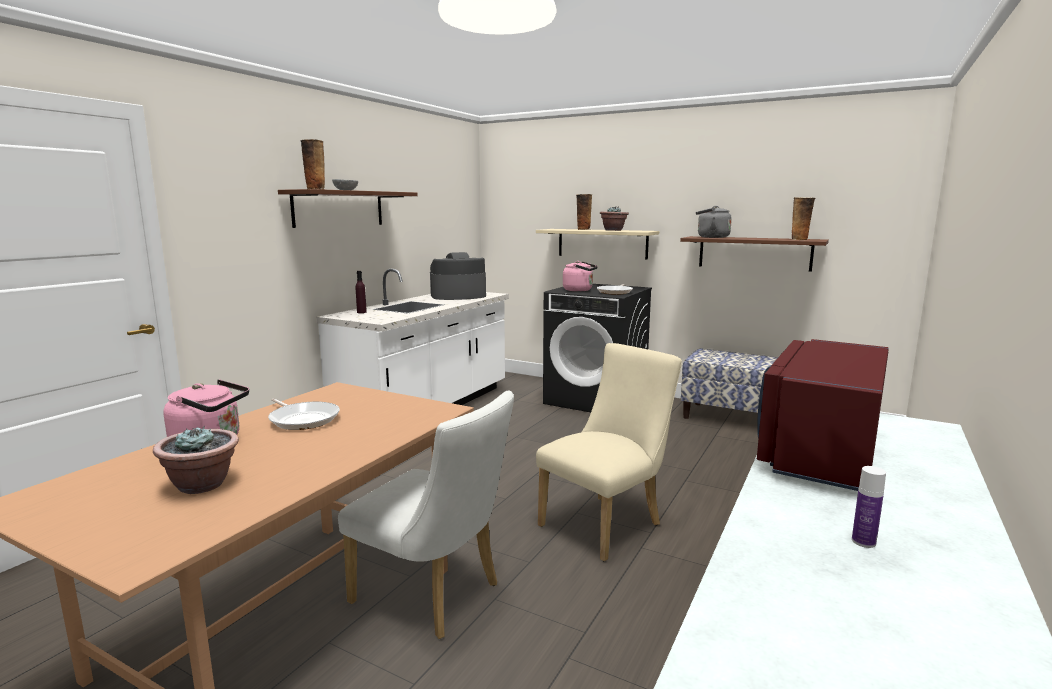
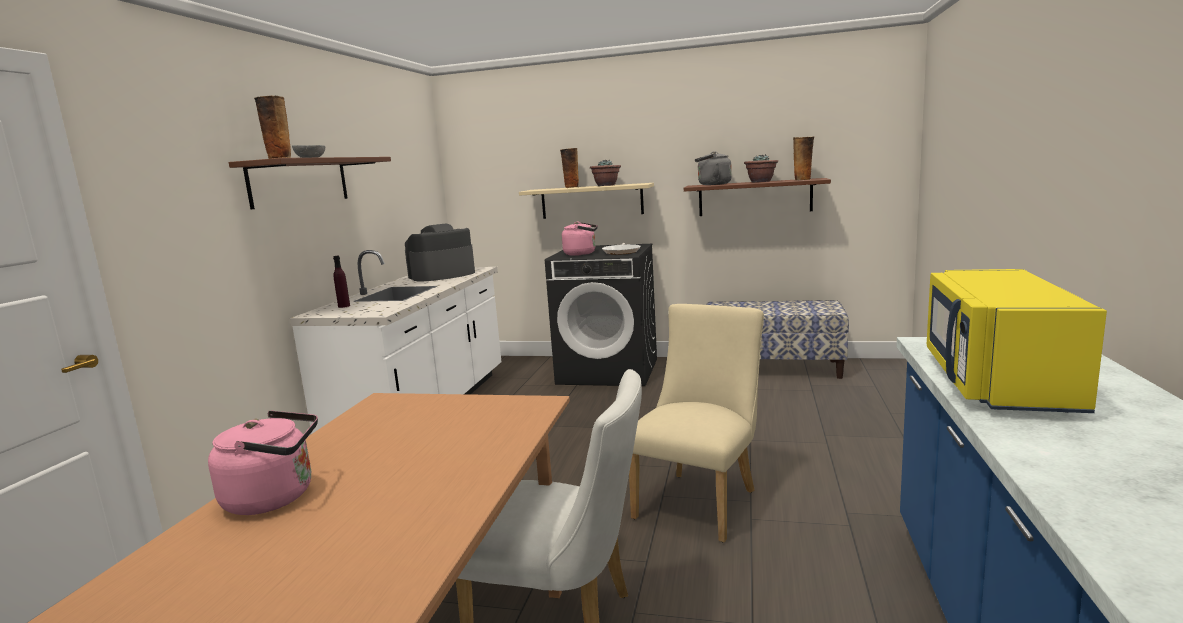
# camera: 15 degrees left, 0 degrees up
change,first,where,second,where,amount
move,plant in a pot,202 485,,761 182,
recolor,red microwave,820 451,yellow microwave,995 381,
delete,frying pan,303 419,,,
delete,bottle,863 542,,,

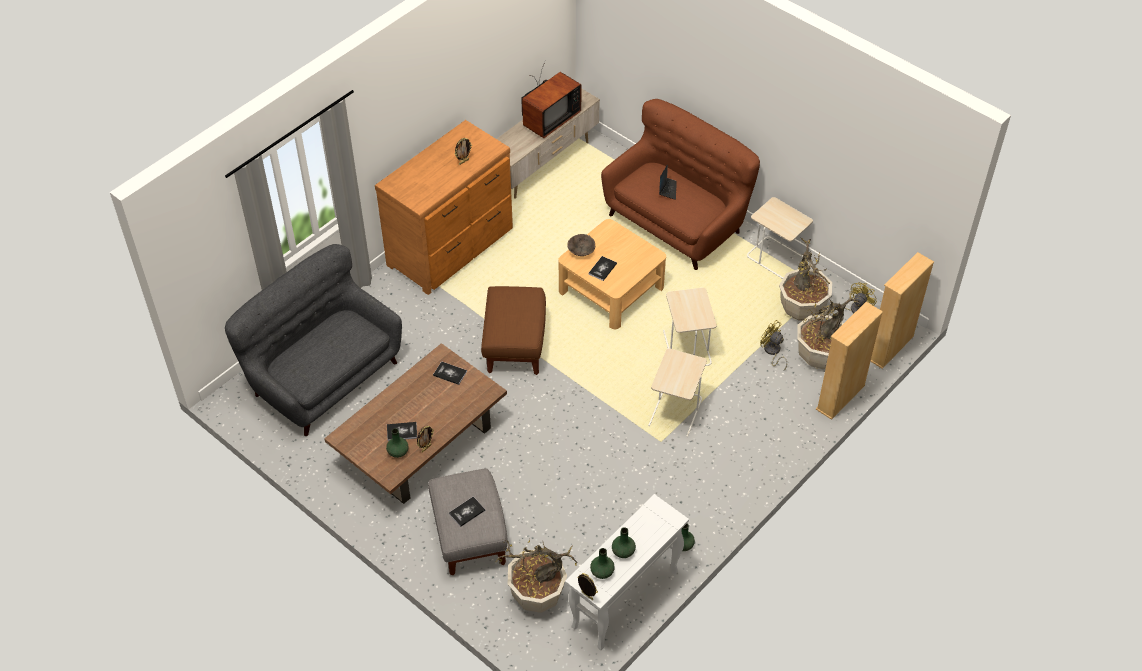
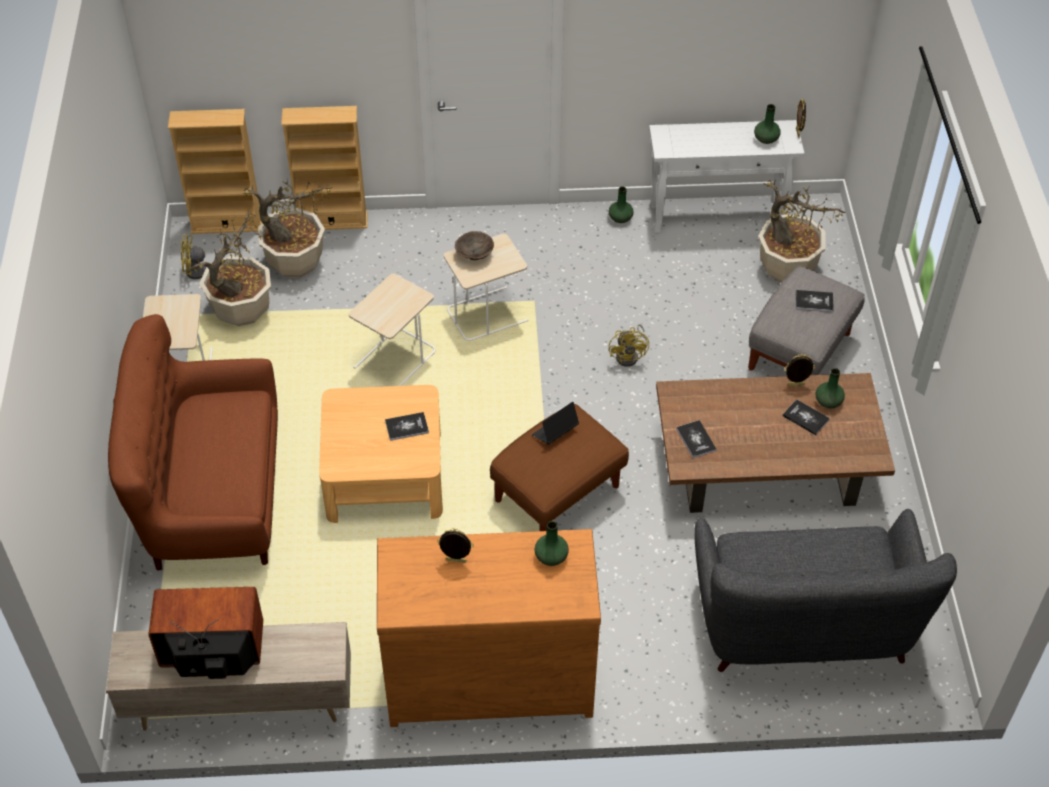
# camera: 135 degrees left, 0 degrees up
change,first,where,second,where,amount
move,brown-coloured bowl,581 251,,474 255,
move,portable computer,667 190,,555 432,
move,green vase,623 551,,550 556,
move,yellow cooling fan,772 352,,630 356,

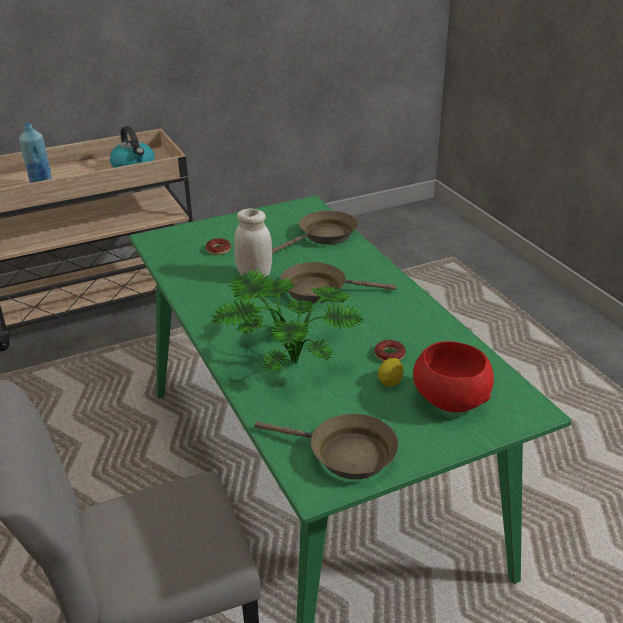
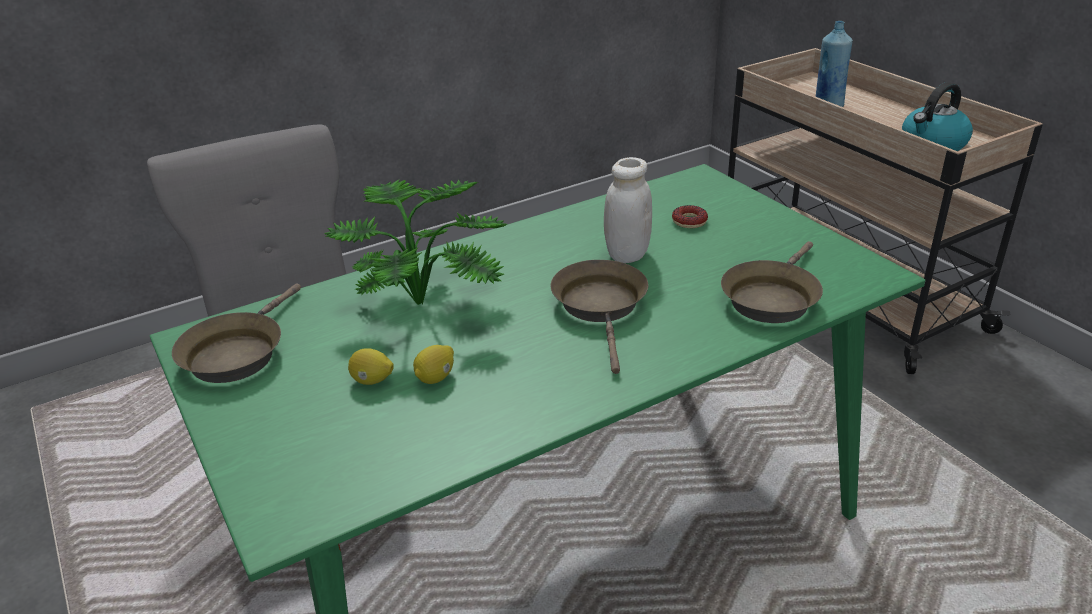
# camera: 85 degrees right, 0 degrees up
change,first,where,second,where,amount
replace,ring doughnut,389 355,whole lemon,436 378,
rotate,brown-coloured frying pan,323 236,,771 298,75 degrees clockwise
delete,red bowl,449 400,,,

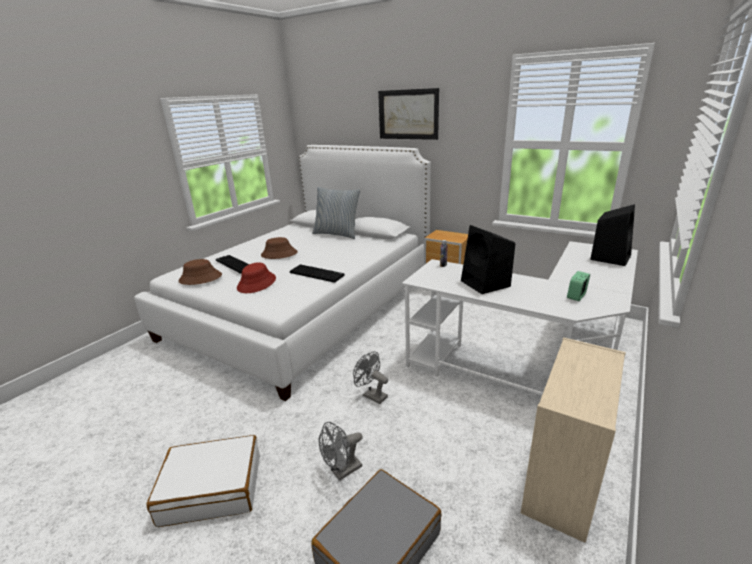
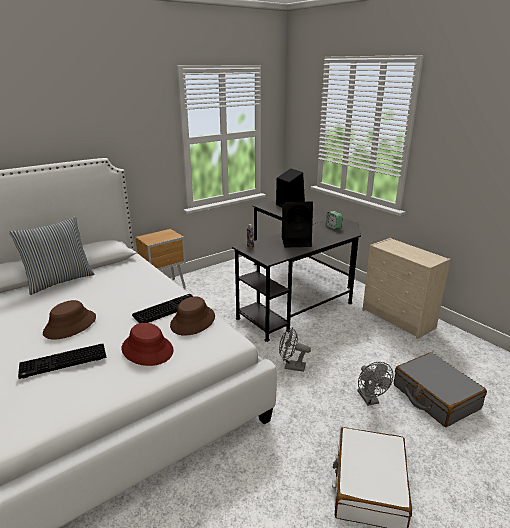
# camera: 70 degrees left, 0 degrees up
change,first,where,second,where,amount
move,brown-coloured clothing hat,200 278,,193 321,
recolor,white-coloured desk,531 363,black-coloured desk,297 291,
rotate,greyish cooling fan,371 395,,291 366,45 degrees clockwise
delete,wall art,408 114,,,

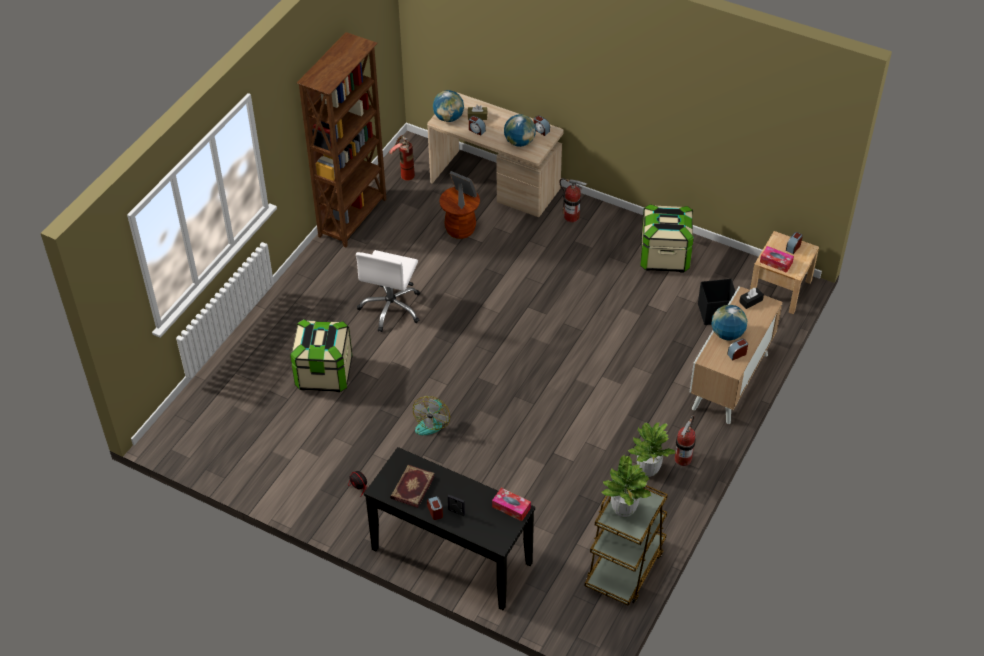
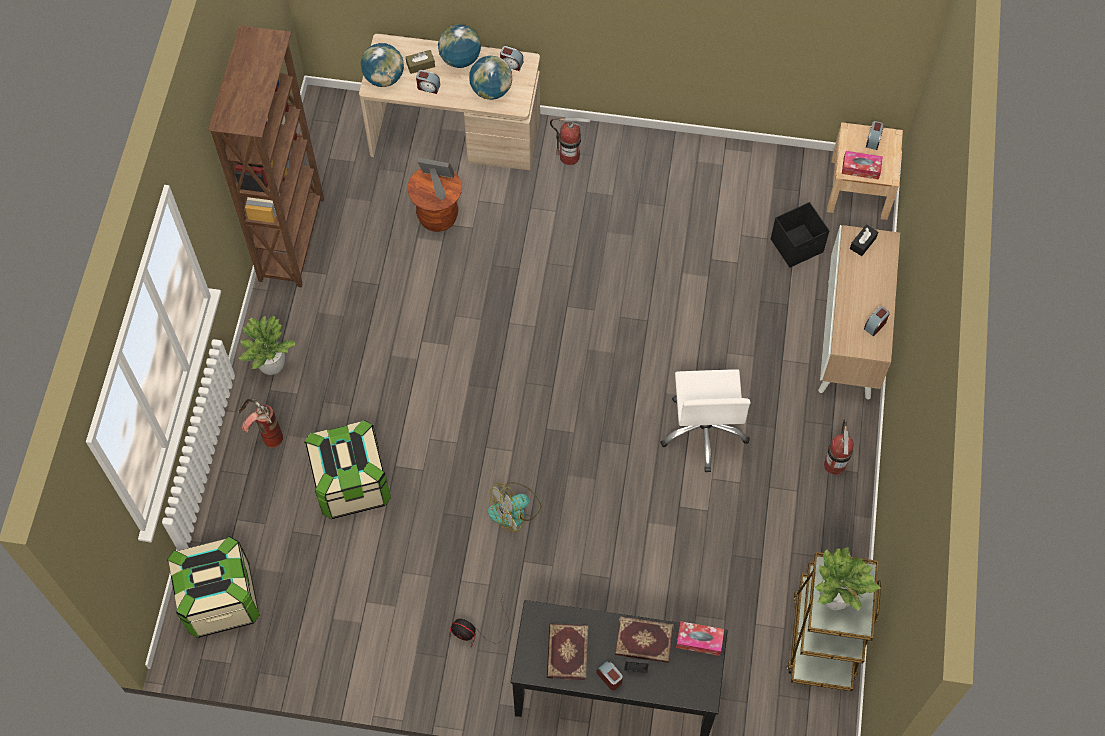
# camera: 20 degrees left, 15 degrees up
change,first,where,second,where,amount
move,storage container,664 256,,220 600,
move,fire-fighting cylinder,403 173,,265 435,
move,plant in a pot,648 470,,272 366,
move,world globe,727 334,,460 59,
rotate,cooling fan,431 421,,515 510,60 degrees clockwise
insert,,,book,644 641,
move,white-coloured office chair,391 308,,704 431,

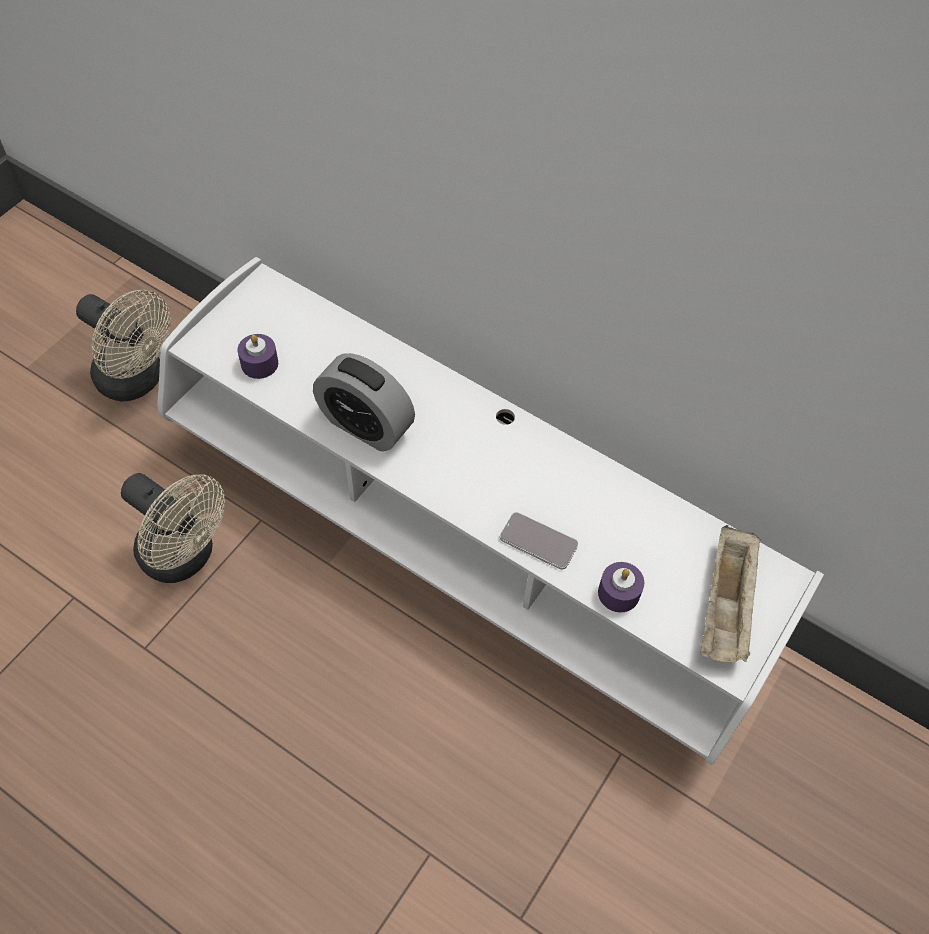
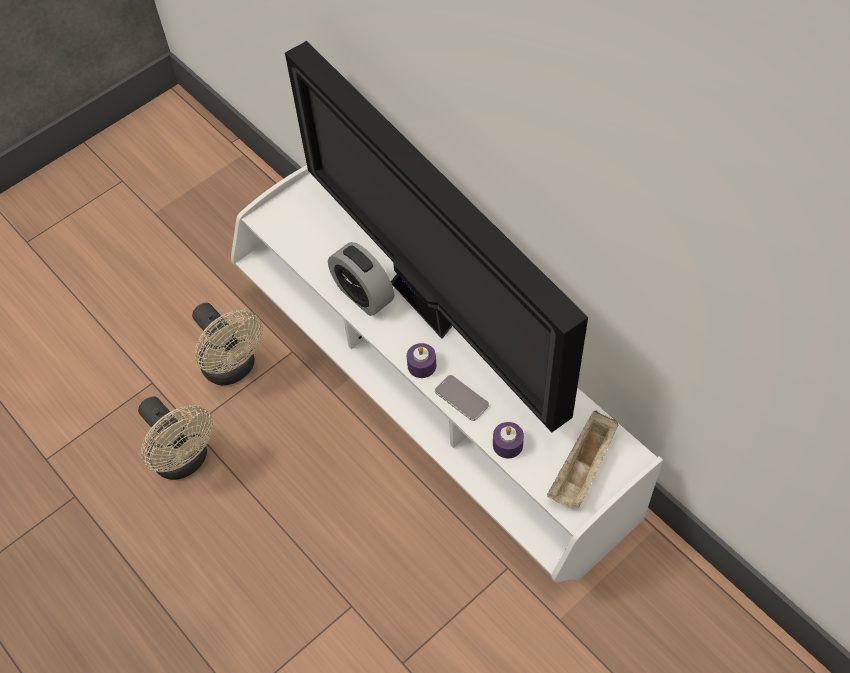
# camera: 20 degrees right, 0 degrees up
change,first,where,second,where,amount
move,sand-coloured cooling fan,138 380,,185 461,
insert,,,TV set,429 308,
move,purplish wax light,259 363,,422 365,

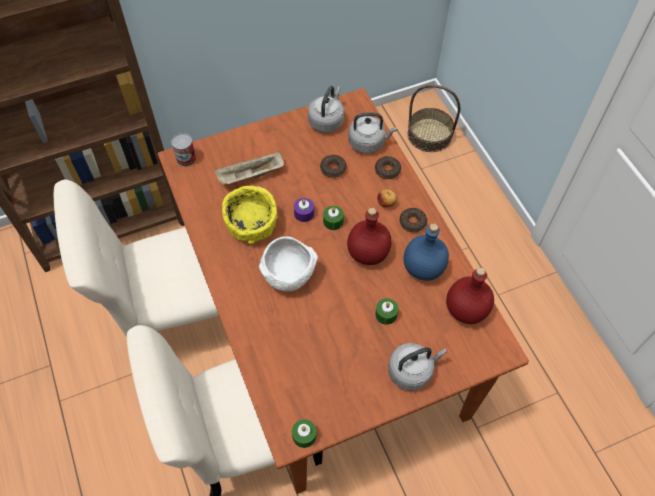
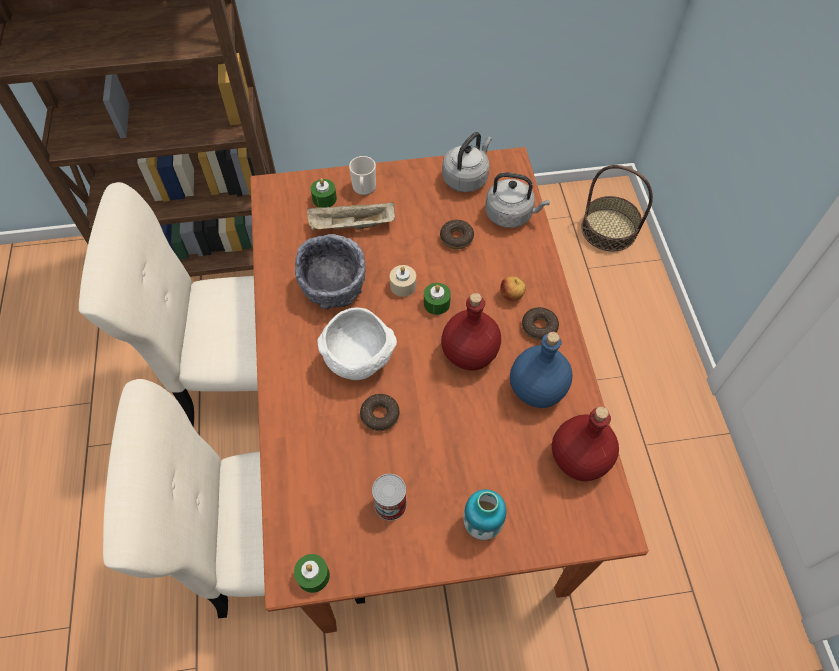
# camera: 15 degrees right, 0 degrees up
change,first,where,second,where,amount
recolor,yellow bowl,252 225,greyish bowl,334 286,
move,green wax light,386 314,,324 199,
insert,,,tea mug,364 189,
move,ring doughnut,387 170,,380 415,
move,sealed can,186 158,,390 504,
recolor,purplish wax light,304 213,sand-coloured wax light,403 285,
replace,greyish tea kettle,412 371,vase,482 524,

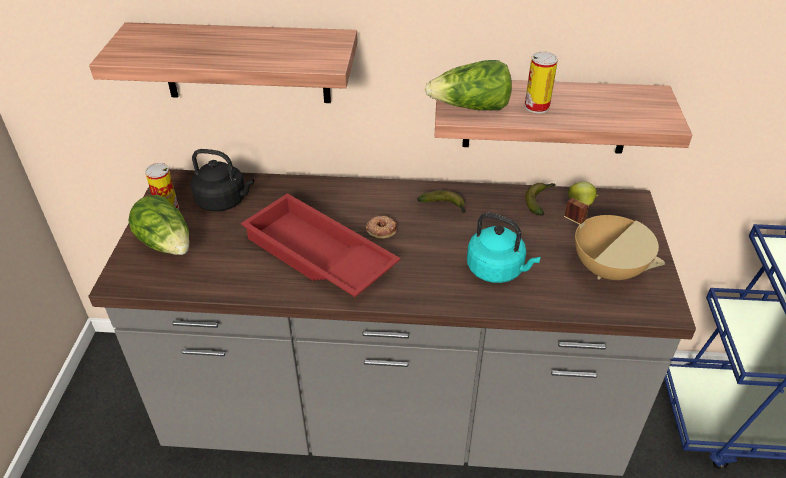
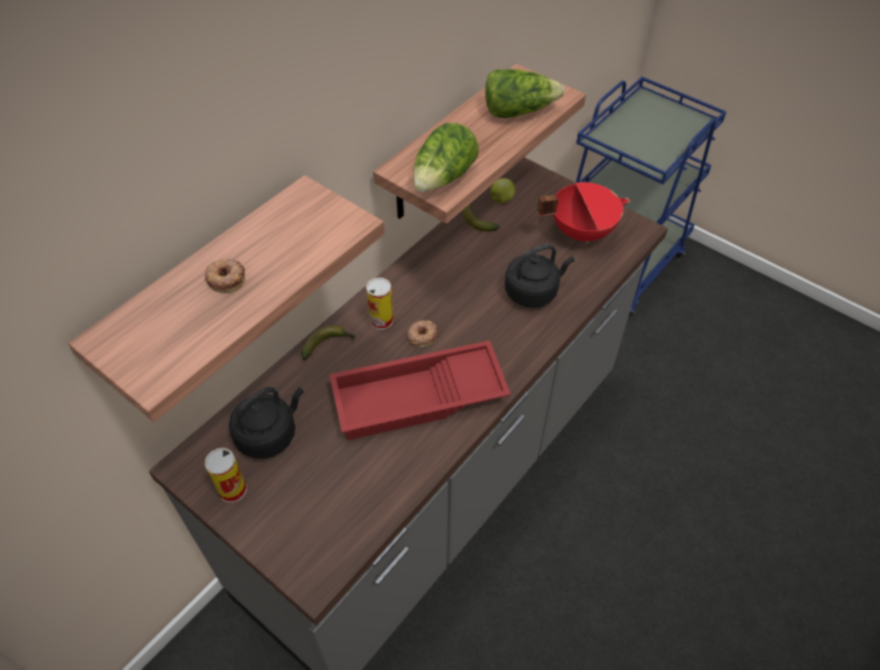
# camera: 55 degrees left, 10 degrees up
change,first,where,second,where,amount
insert,,,ring doughnut,226 278,
move,banana fruit,445 206,,328 344,
move,sealed can,537 107,,381 320,
move,lettuce,167 243,,518 111,
recolor,blue-green tea kettle,497 270,black-coloured tea kettle,533 291,
recolor,sand-coloured saucepot,608 268,red saucepot,581 231,

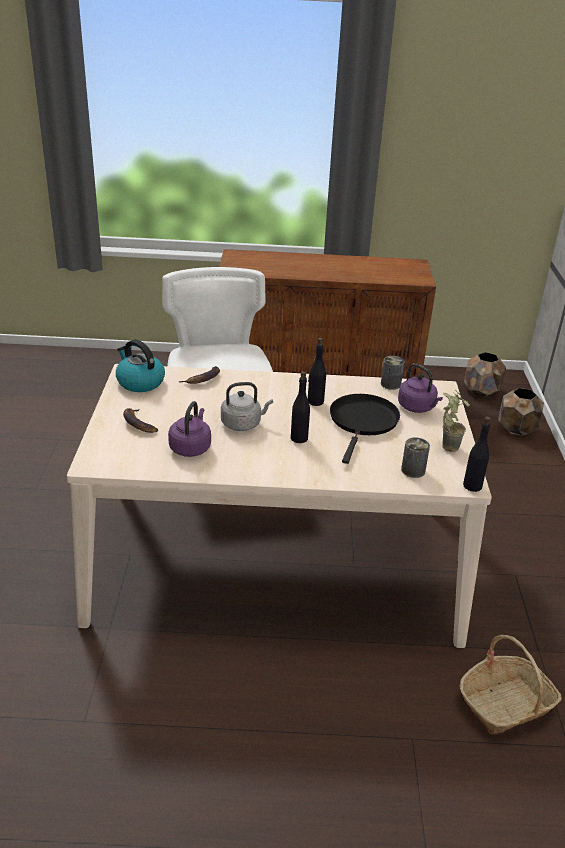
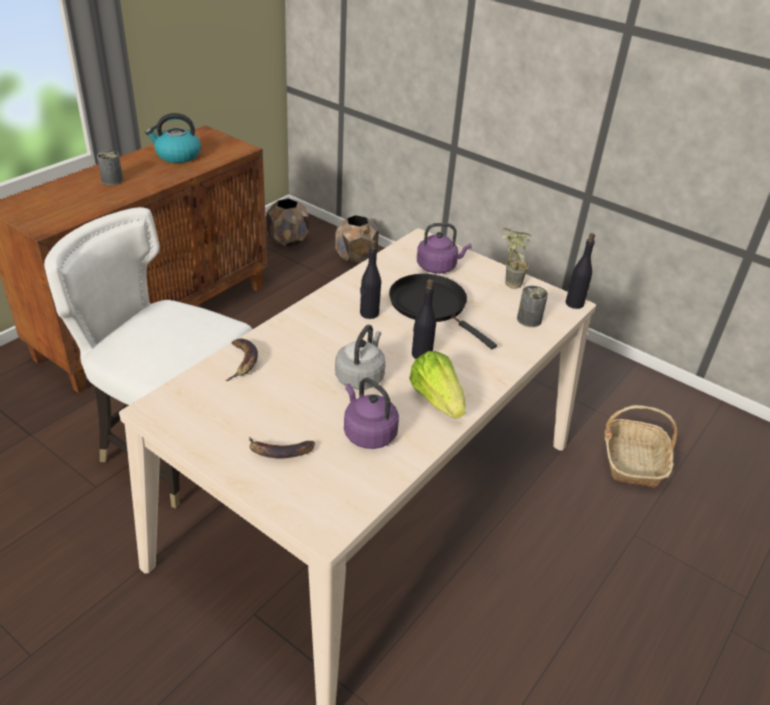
# camera: 55 degrees left, 5 degrees up
change,first,where,second,where,amount
move,sealed can,390 384,,112 180,
move,tea kettle,140 382,,177 155,
insert,,,lettuce,437 399,

